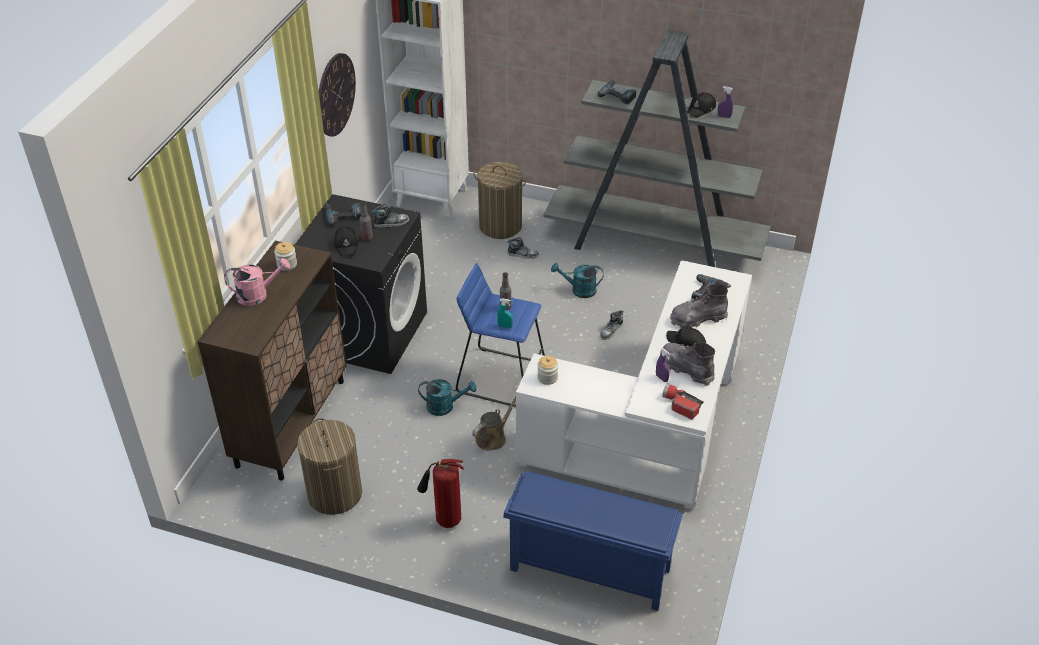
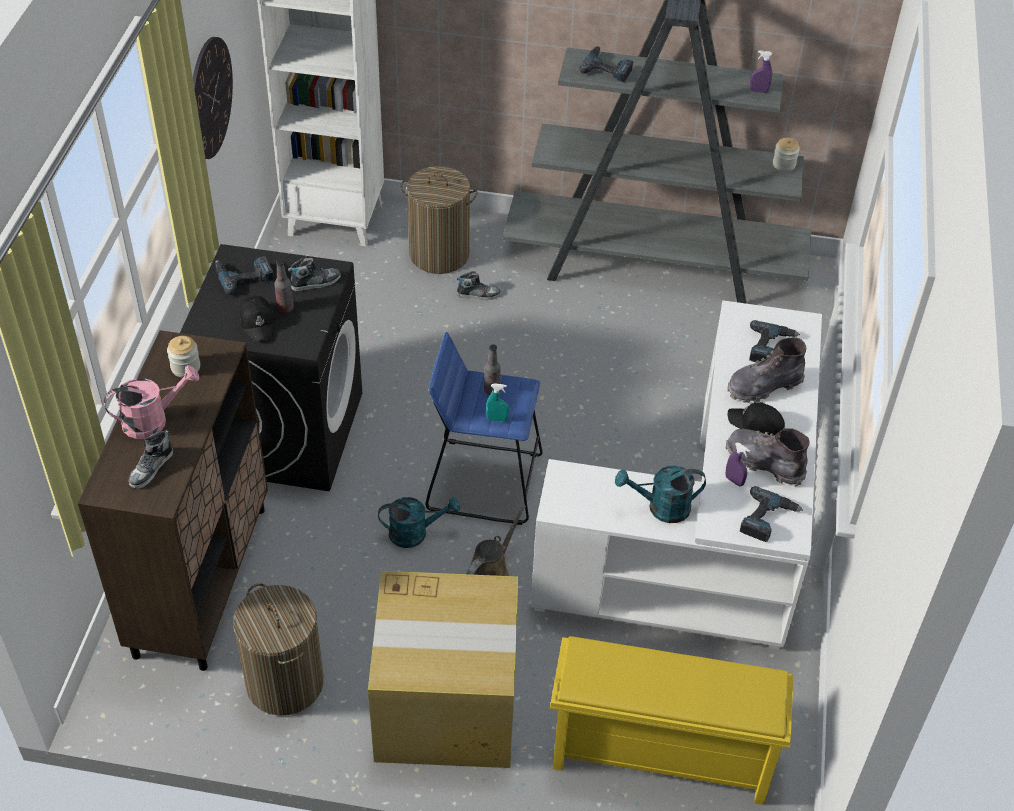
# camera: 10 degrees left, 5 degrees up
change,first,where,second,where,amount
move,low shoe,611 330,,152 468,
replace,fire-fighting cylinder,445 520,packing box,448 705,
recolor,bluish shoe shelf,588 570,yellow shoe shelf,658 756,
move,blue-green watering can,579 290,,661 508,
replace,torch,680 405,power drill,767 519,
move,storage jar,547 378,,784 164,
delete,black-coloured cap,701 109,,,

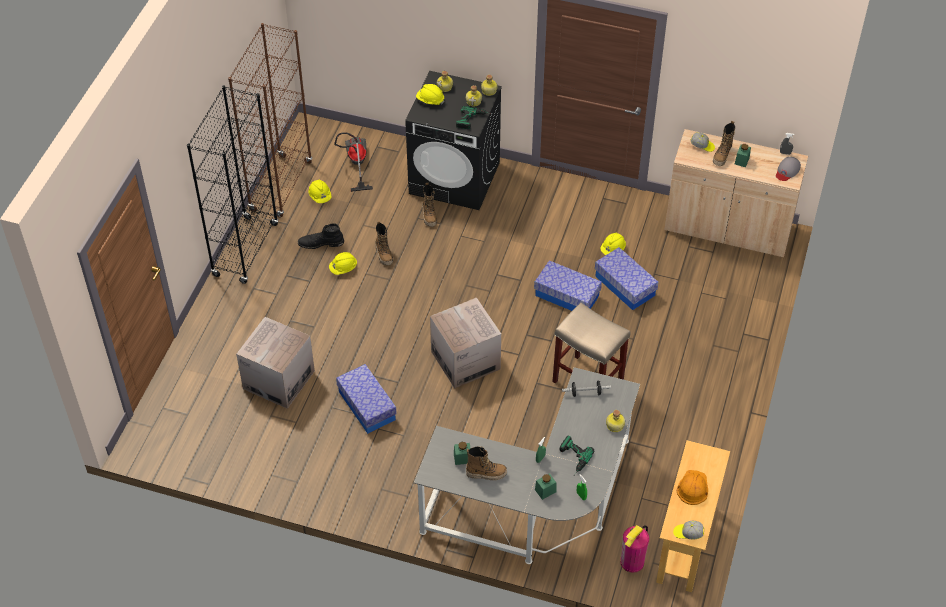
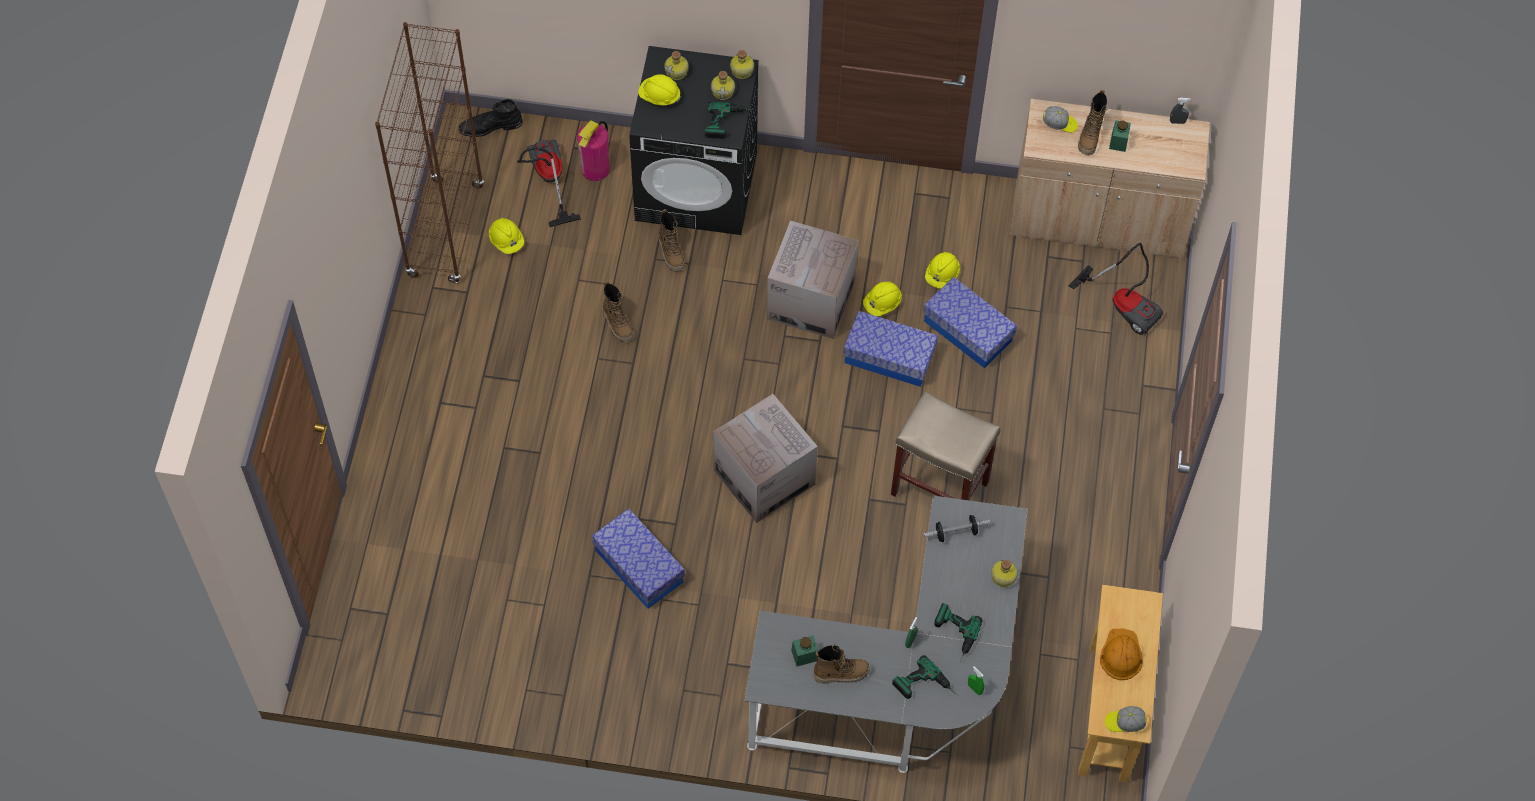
# camera: 10 degrees left, 10 degrees up
change,first,where,second,where,amount
move,black-coloured boot,321 243,,490 126,
move,fire-fighting cylinder,632 561,,595 169,
move,packing box,278 379,,810 300,
move,yellow safety helmet,343 268,,882 304,
replace,green storage jar,545 491,power drill,925 688,
insert,,,vacuum,1124 305,
delete,black-coloured shelving unit,245 250,,,
delete,greyish cap,787 170,,,

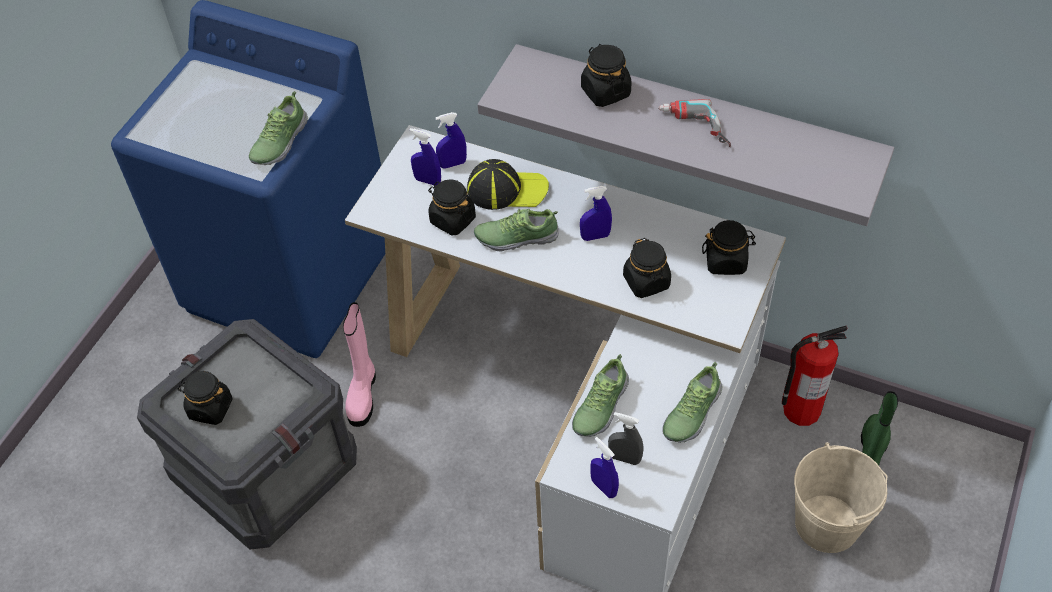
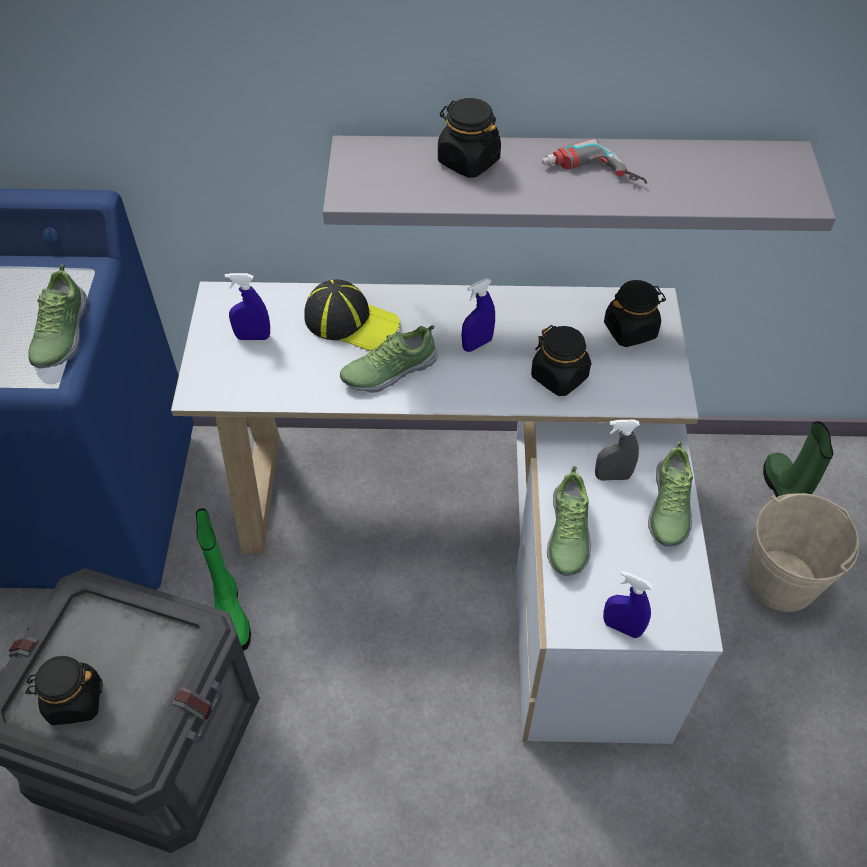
# camera: 25 degrees left, 0 degrees up
change,first,where,second,where,amount
recolor,pinkish boot,362 394,green boot,230 613,
rotate,cap,507 189,,351 321,45 degrees clockwise
move,greyish spray bottle,624 458,,612 476,
delete,black-coloured storage jar,452 220,,,
delete,bluish spray bottle,452 164,,,
delete,fire-fighting cylinder,801 410,,,

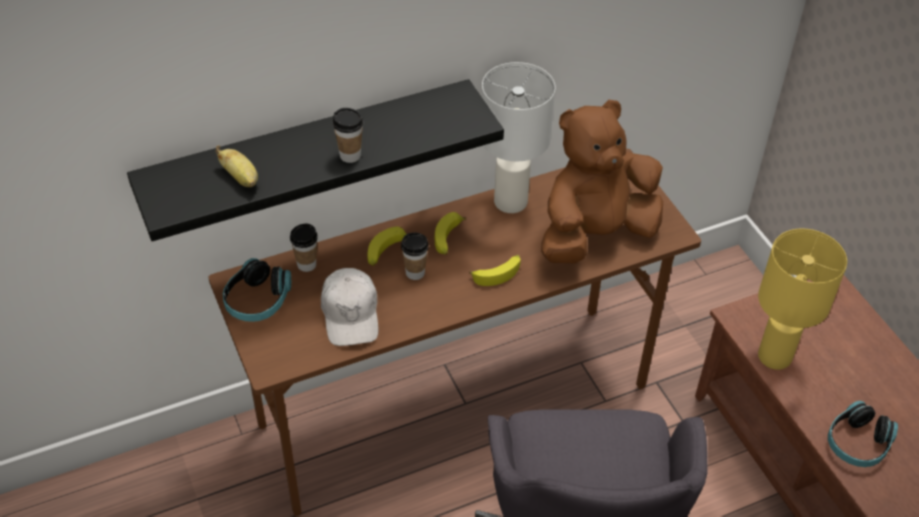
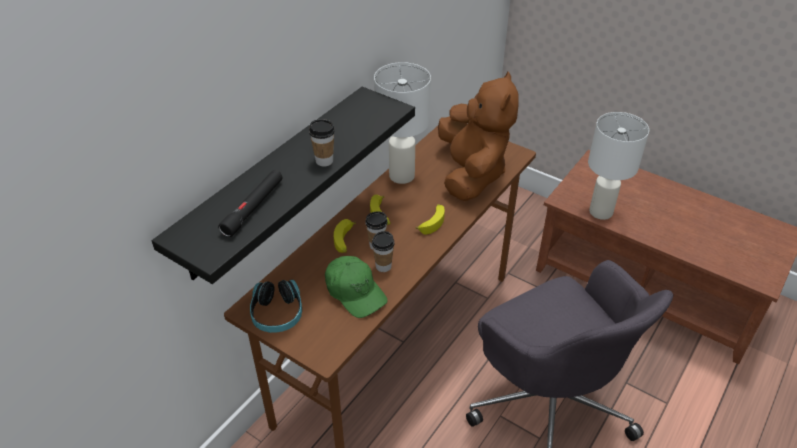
# camera: 30 degrees left, 5 degrees down
change,first,where,second,where,amount
replace,banana fruit,241 178,black-coloured torch,254 207,
recolor,white-coloured cap,351 314,green cap,355 292,
move,small cup,306 264,,383 266,
rotate,brown-coloured cuddly toy,594 234,,471 174,150 degrees clockwise
recolor,yellow table lamp,773 356,white-coloured table lamp,600 212,
delete,headphones,857 443,,,

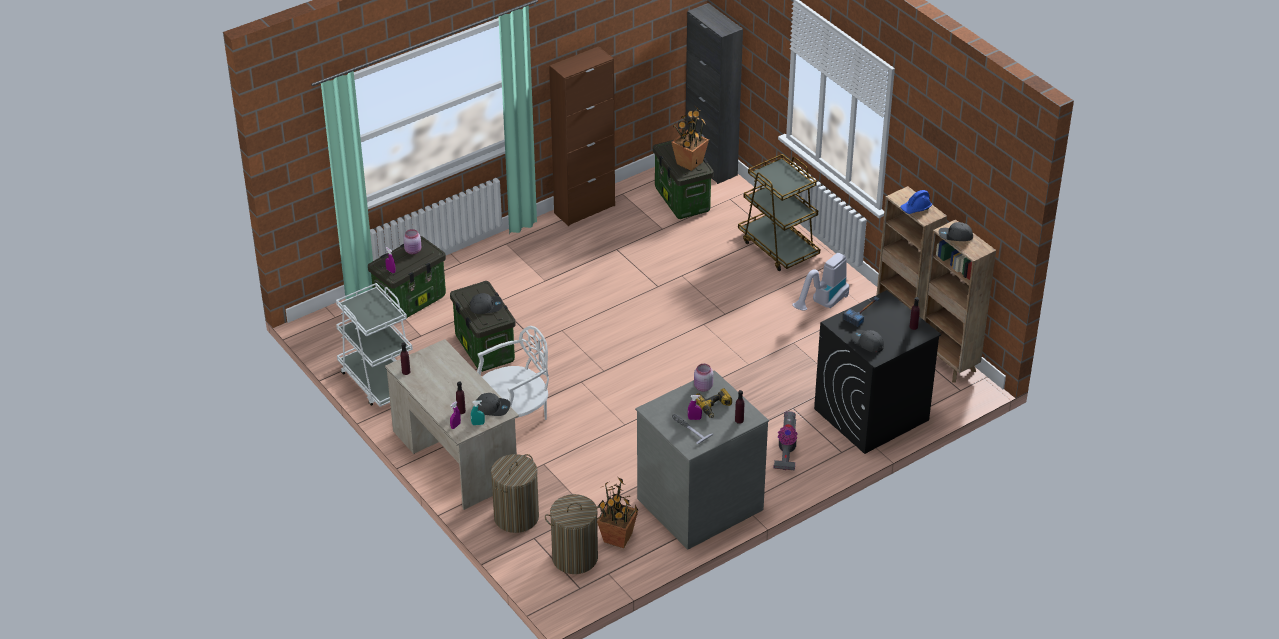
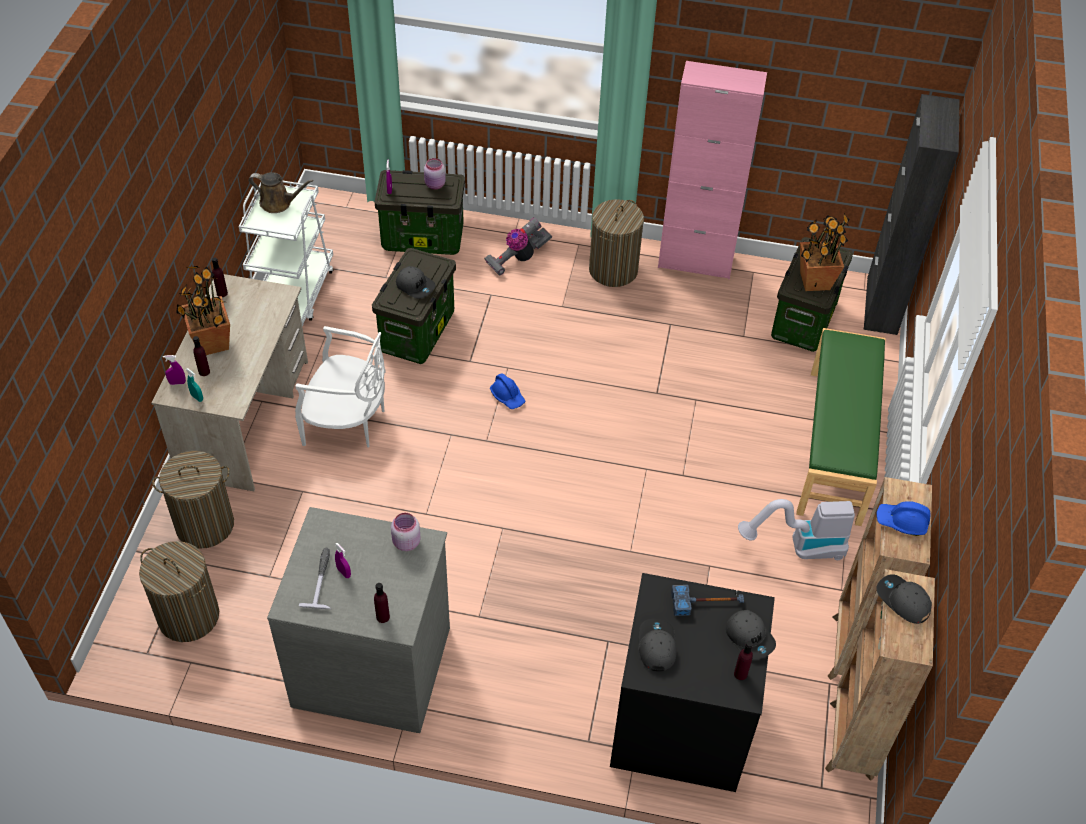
# camera: 45 degrees right, 10 degrees up
change,first,where,second,where,amount
move,plant in a pot,618 538,,211 343,
insert,,,brown-coloured watering can,278 203,
move,vacuum,786 452,,518 258,
insert,,,bluish safety helmet,507 396,
insert,,,laundry basket,613 270,
recolor,brown-coloured cupboard,584 209,pinkish cupboard,695 262,
move,greyish cap,492 407,,750 637,
replace,brown-coloured wheeled cart,778 248,green bench,836 446,
delete,power drill,715 407,,,

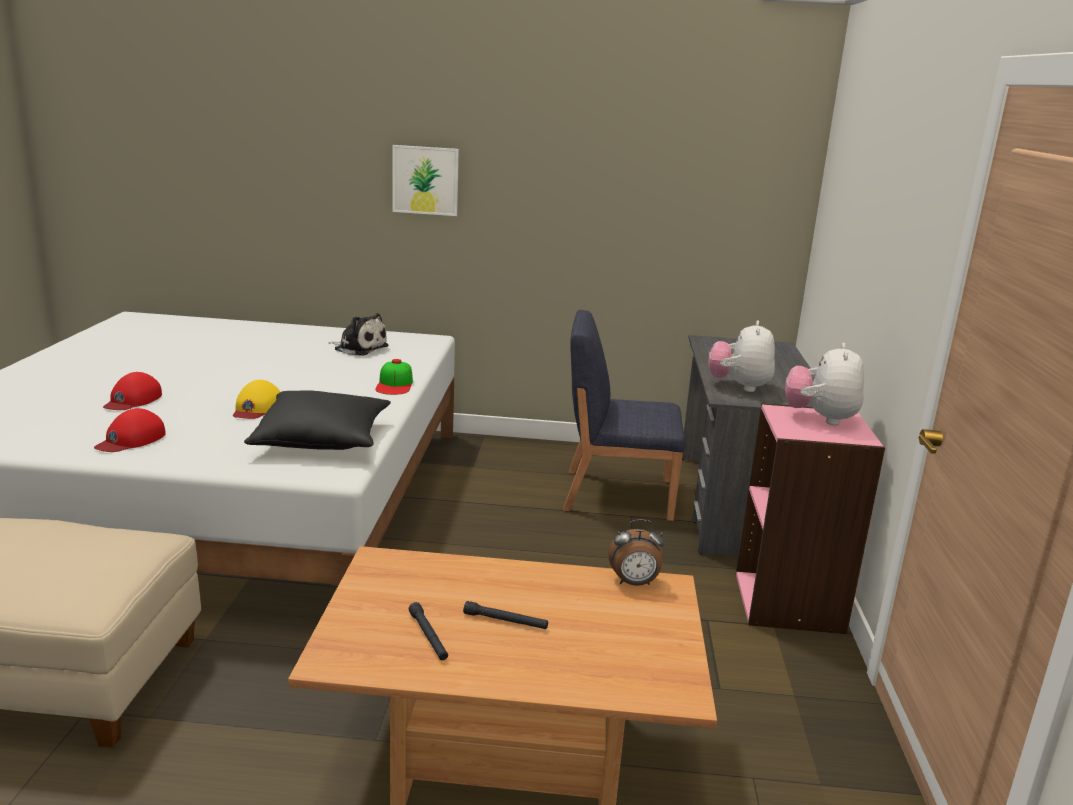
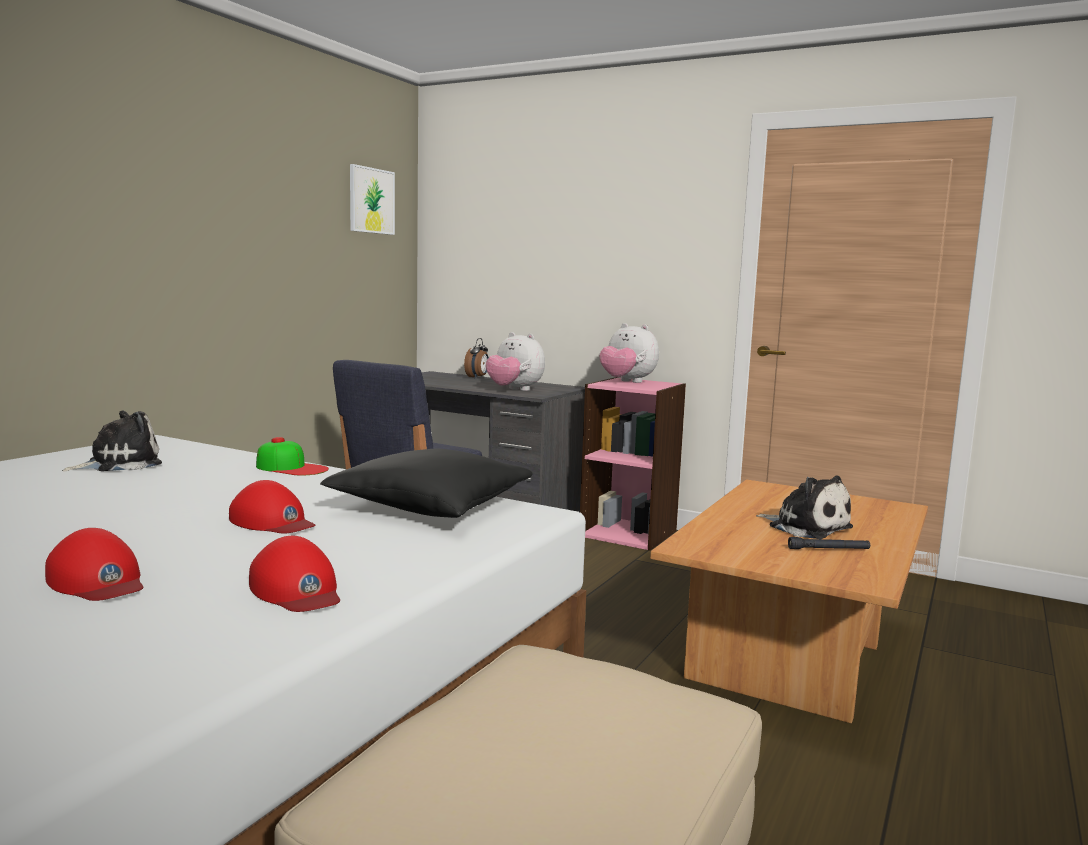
# camera: 65 degrees left, 10 degrees down
change,first,where,second,where,amount
recolor,yellow cap,256 408,red cap,272 522,
move,wall art,425 180,,371 200,
move,bedside clock,634 583,,477 377,
replace,black-coloured torch,505 621,cuddly toy,806 527,

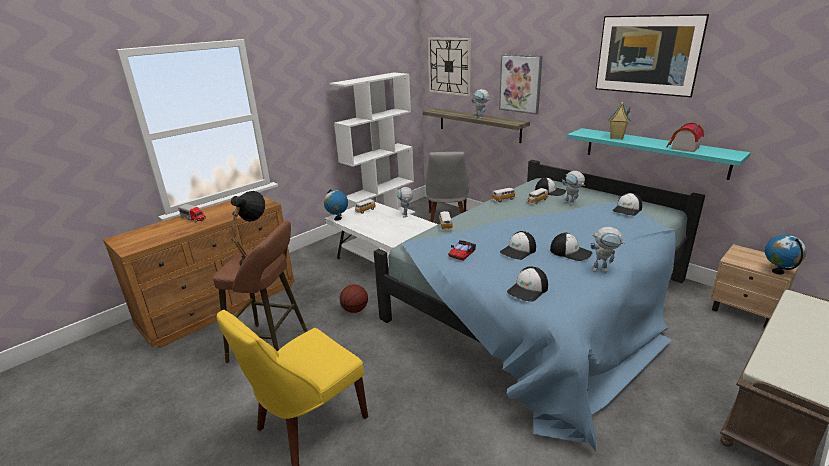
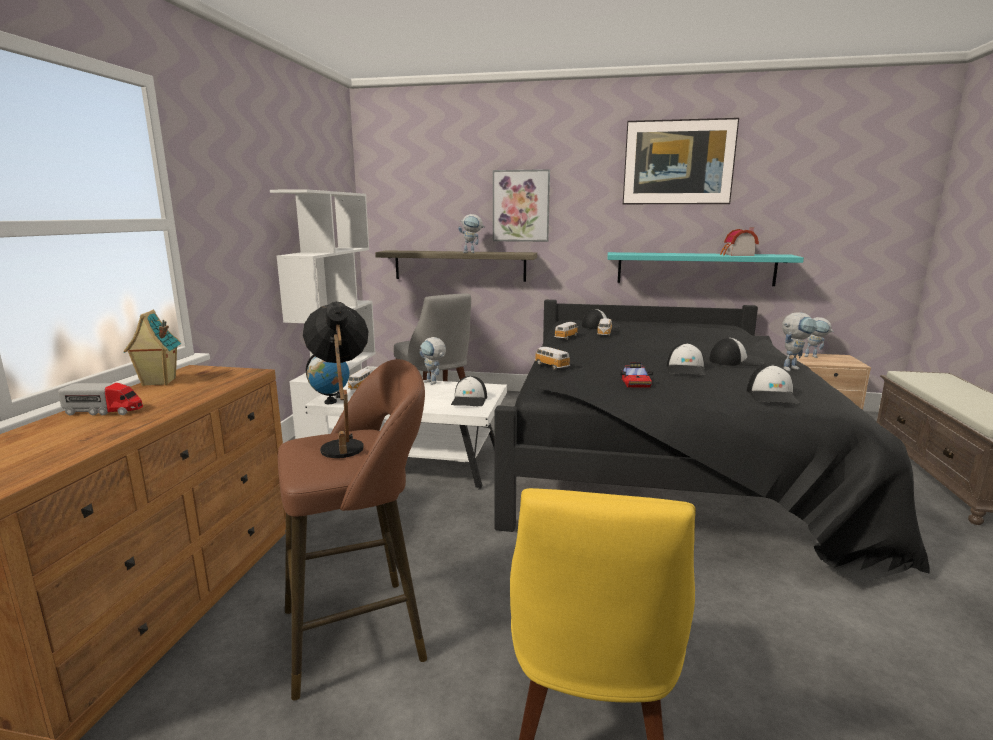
# camera: 35 degrees left, 10 degrees down
change,first,where,second,where,amount
move,miniature house,616 137,,158 382,
move,cap,627 209,,469 400,
recolor,bluish sleeping bed,542 306,black-coloured sleeping bed,662 458,
move,toy robot,571 204,,814 356,
delete,basketball,355 310,,,
delete,wall clock,449 66,,,
delete,world globe,778 272,,,

